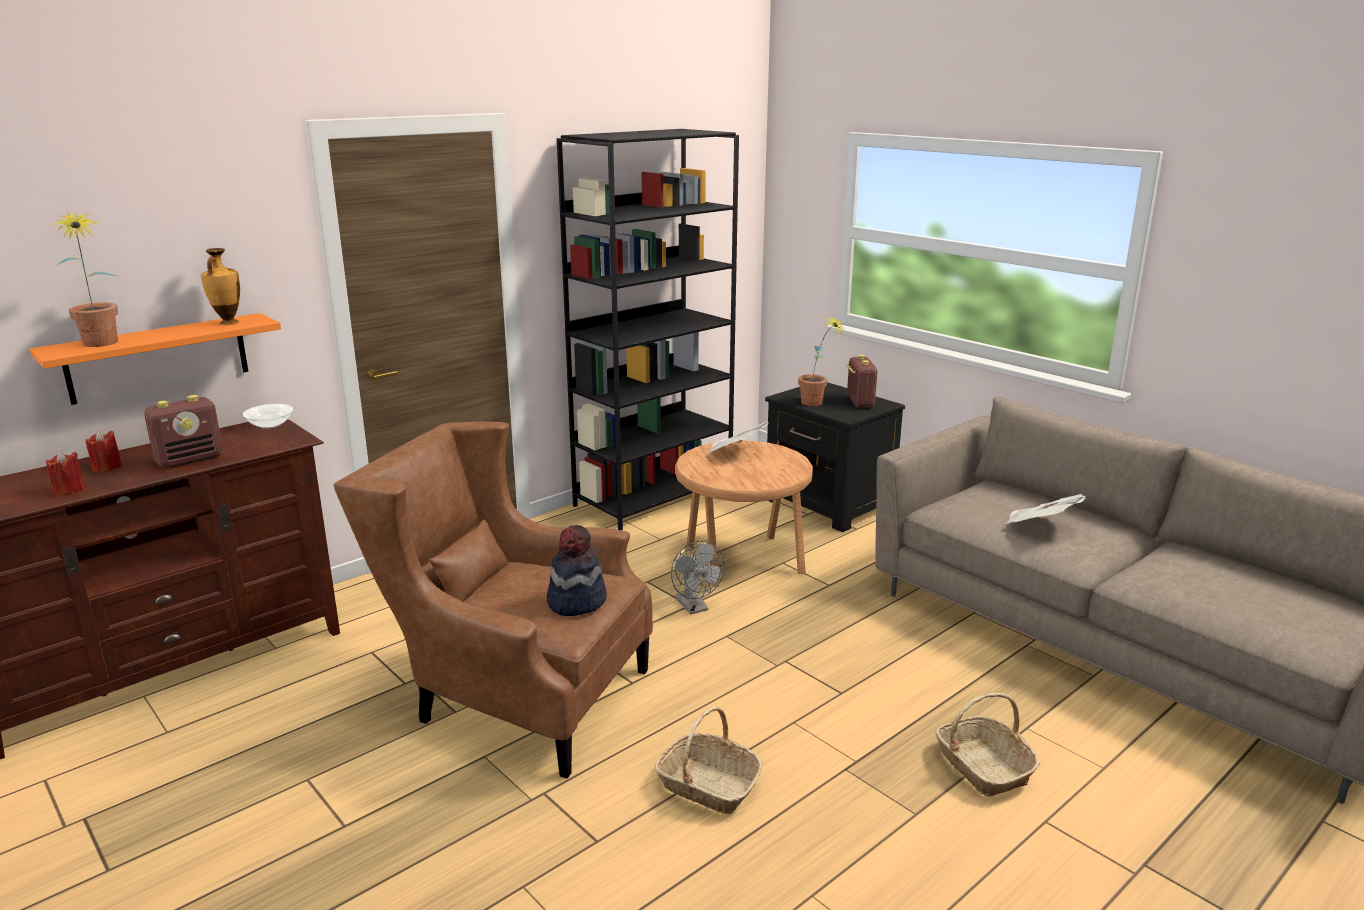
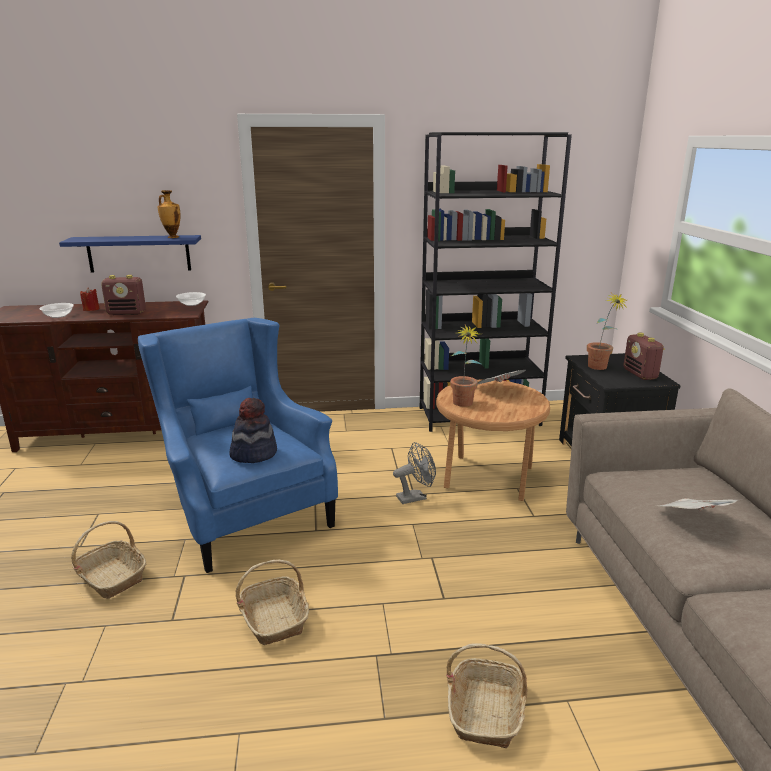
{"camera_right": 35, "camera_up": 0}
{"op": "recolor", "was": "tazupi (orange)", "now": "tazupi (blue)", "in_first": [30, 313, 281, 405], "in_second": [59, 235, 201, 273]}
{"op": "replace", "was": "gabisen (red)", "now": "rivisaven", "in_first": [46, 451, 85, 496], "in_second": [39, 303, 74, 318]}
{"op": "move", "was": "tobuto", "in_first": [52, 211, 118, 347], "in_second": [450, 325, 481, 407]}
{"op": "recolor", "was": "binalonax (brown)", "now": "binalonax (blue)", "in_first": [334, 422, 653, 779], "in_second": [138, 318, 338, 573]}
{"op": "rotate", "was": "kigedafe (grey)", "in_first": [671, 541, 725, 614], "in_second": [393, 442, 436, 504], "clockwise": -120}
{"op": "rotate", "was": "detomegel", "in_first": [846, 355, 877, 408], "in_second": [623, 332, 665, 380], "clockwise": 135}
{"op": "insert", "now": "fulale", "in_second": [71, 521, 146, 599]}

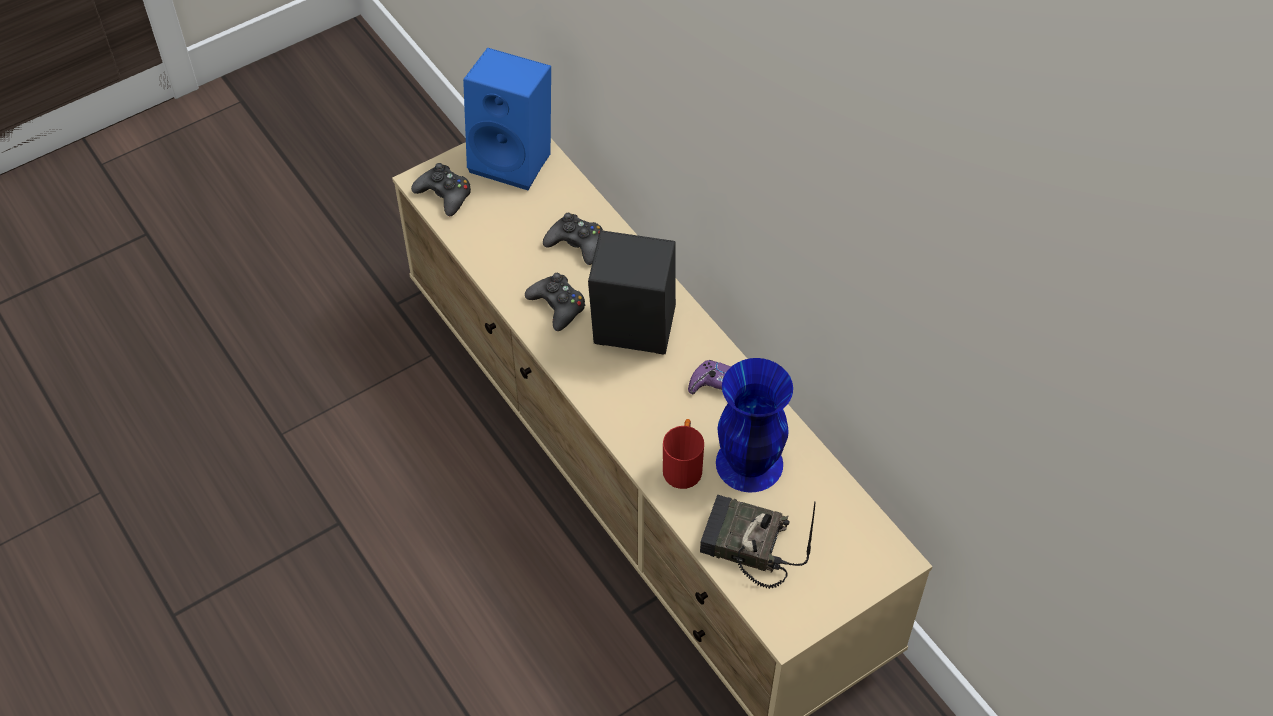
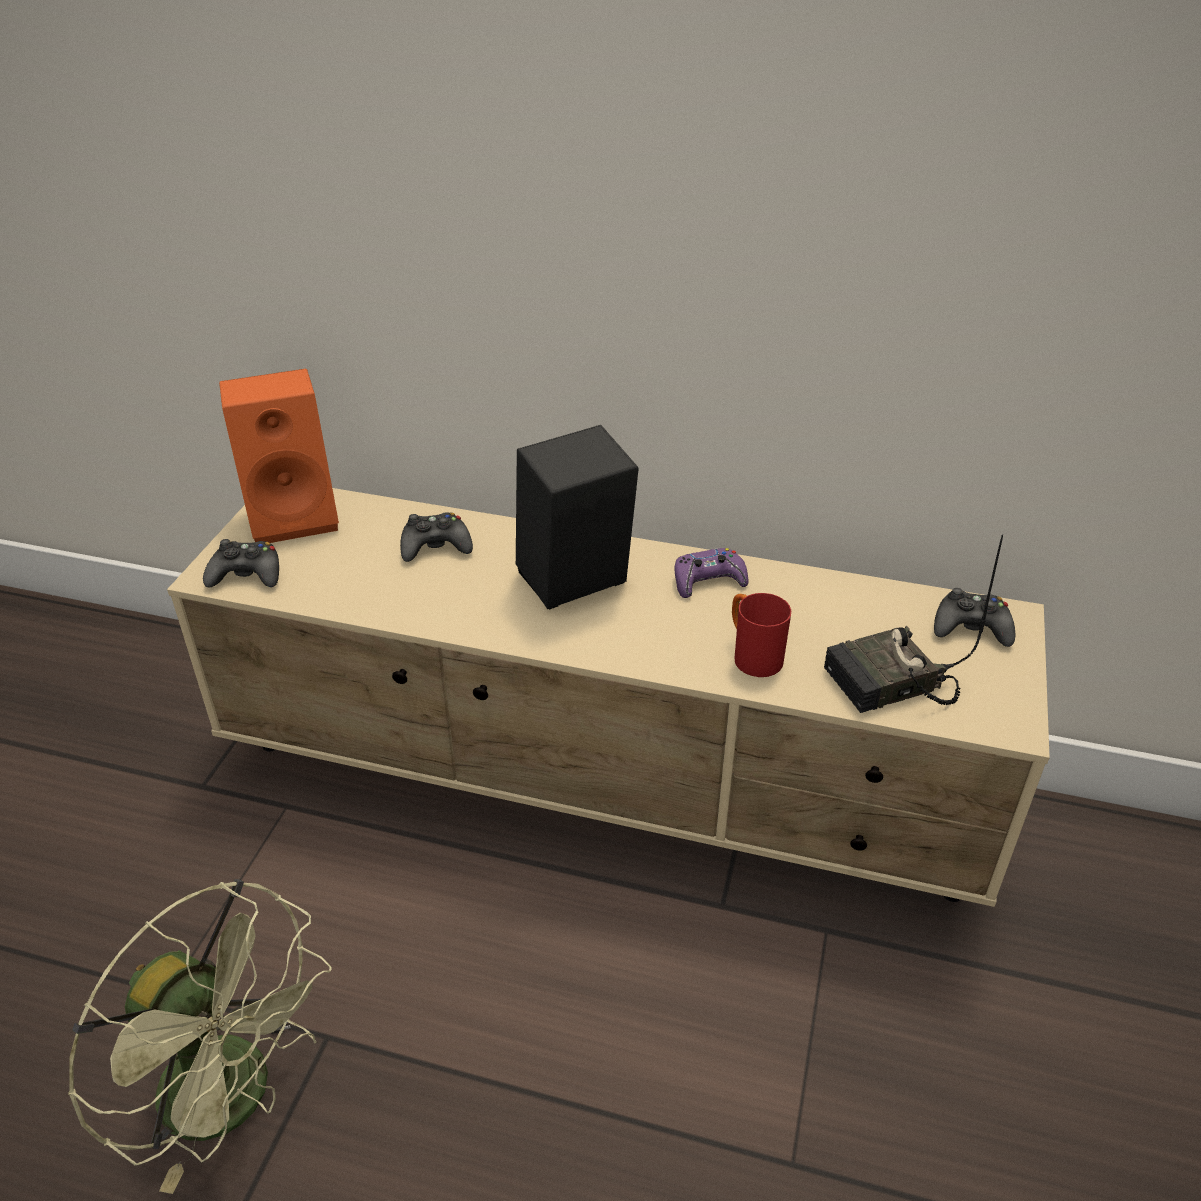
{"camera_right": -40, "camera_up": -15}
{"op": "recolor", "was": "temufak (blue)", "now": "temufak (orange)", "in_first": [463, 48, 551, 190], "in_second": [219, 369, 339, 543]}
{"op": "move", "was": "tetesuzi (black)", "in_first": [525, 273, 586, 331], "in_second": [934, 588, 1015, 647]}
{"op": "delete", "was": "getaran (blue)", "in_first": [716, 358, 793, 492]}
{"op": "insert", "now": "kigedafe (green)", "in_second": [68, 879, 332, 1194]}

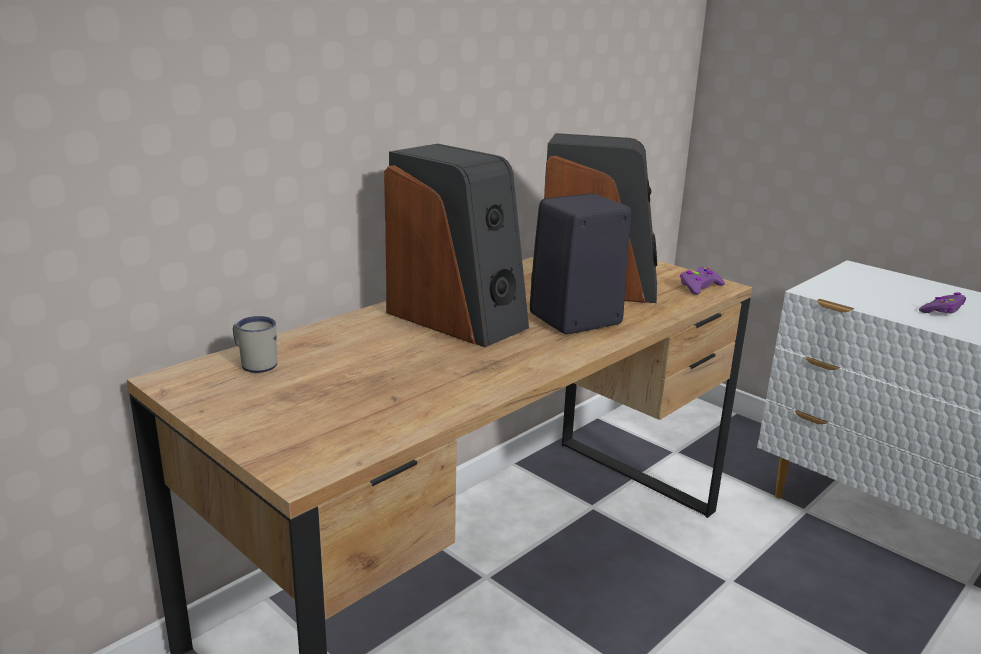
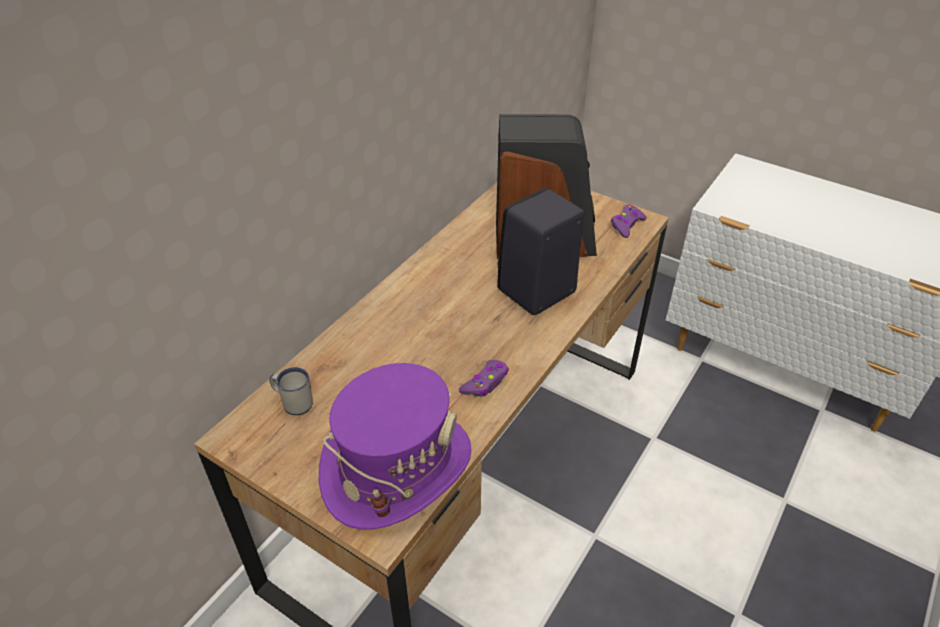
{"camera_right": -10, "camera_up": 20}
{"op": "delete", "was": "temufak", "in_first": [384, 144, 529, 348]}
{"op": "move", "was": "tetesuzi (purple)", "in_first": [919, 292, 966, 314], "in_second": [459, 360, 509, 397]}
{"op": "insert", "now": "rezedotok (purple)", "in_second": [319, 363, 471, 530]}

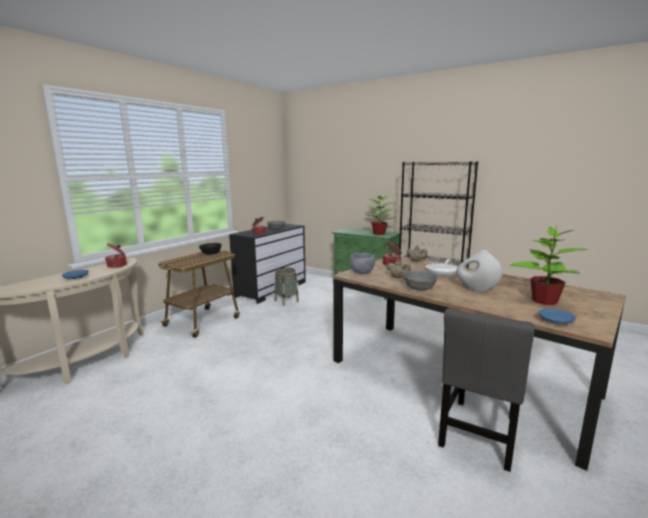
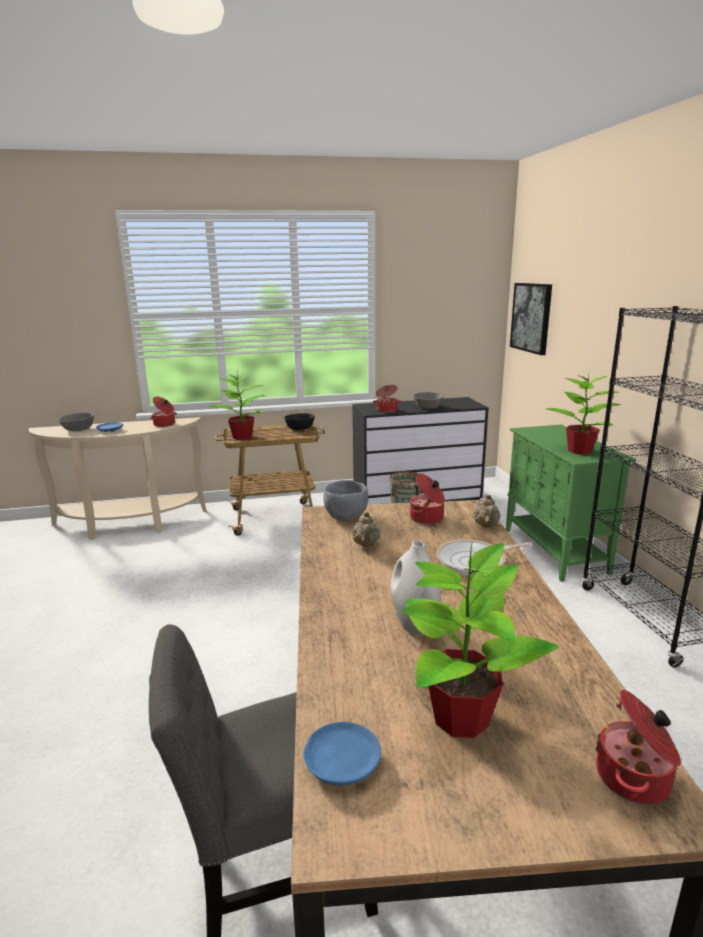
{"camera_right": 45, "camera_up": 5}
{"op": "move", "was": "rivisaven (grey)", "in_first": [404, 270, 438, 290], "in_second": [58, 413, 94, 431]}
{"op": "insert", "now": "tobuto", "in_second": [209, 369, 266, 440]}
{"op": "insert", "now": "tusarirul", "in_second": [510, 283, 552, 355]}
{"op": "insert", "now": "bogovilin", "in_second": [595, 690, 681, 805]}

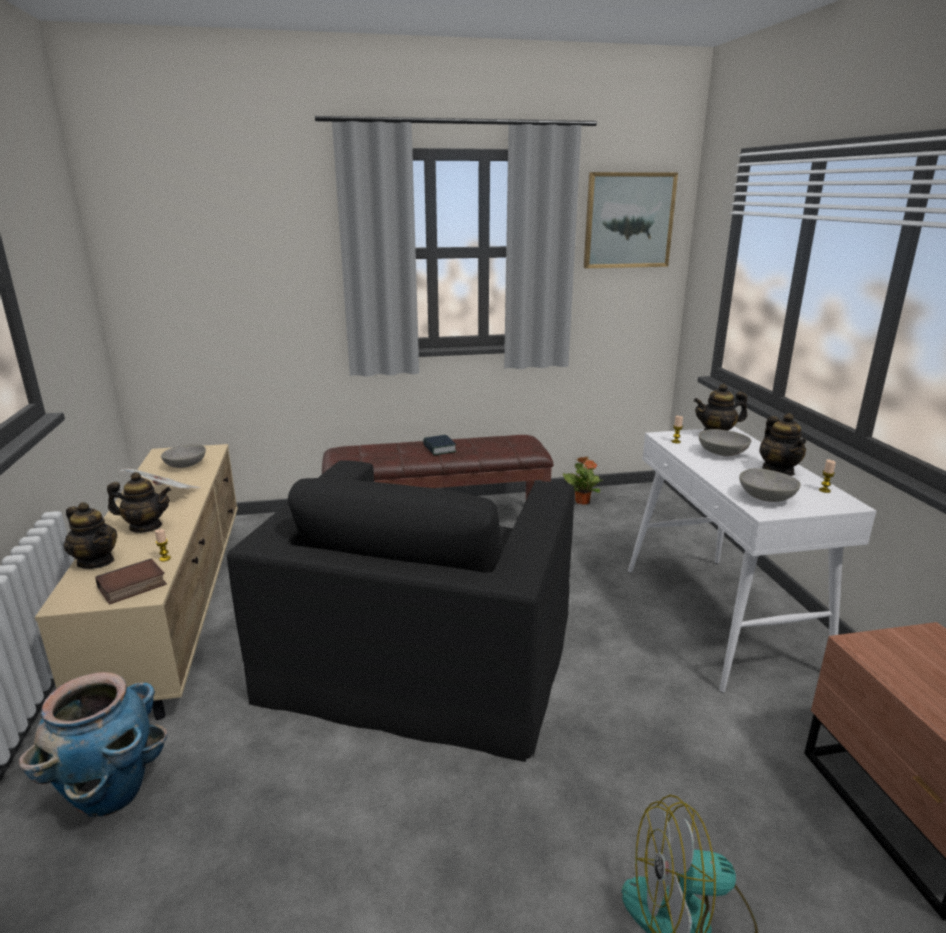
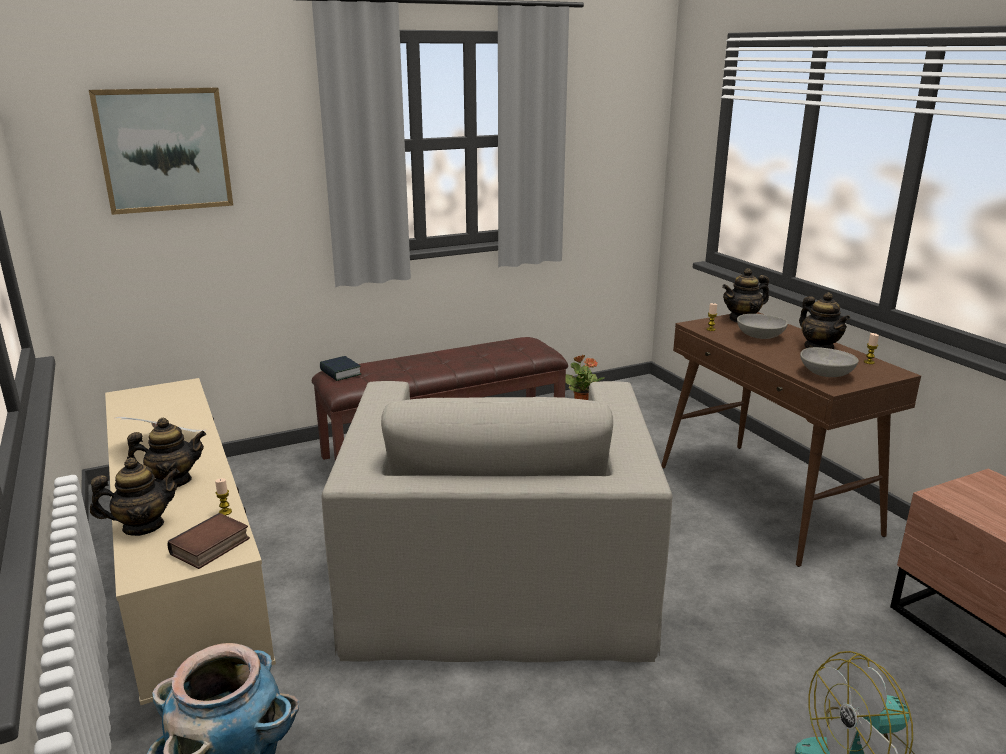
{"camera_right": -15, "camera_up": 0}
{"op": "rotate", "was": "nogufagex", "in_first": [64, 502, 118, 569], "in_second": [90, 457, 180, 536], "clockwise": -45}
{"op": "delete", "was": "rivisaven (grey)", "in_first": [161, 444, 206, 468]}
{"op": "recolor", "was": "binalonax (black)", "now": "binalonax (beige)", "in_first": [227, 460, 575, 762], "in_second": [322, 381, 672, 662]}
{"op": "move", "was": "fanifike", "in_first": [423, 435, 457, 455], "in_second": [320, 356, 361, 381]}
{"op": "move", "was": "tusarirul", "in_first": [584, 172, 678, 268], "in_second": [89, 87, 233, 215]}
{"op": "recolor", "was": "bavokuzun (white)", "now": "bavokuzun (brown)", "in_first": [628, 427, 876, 693], "in_second": [661, 312, 921, 567]}

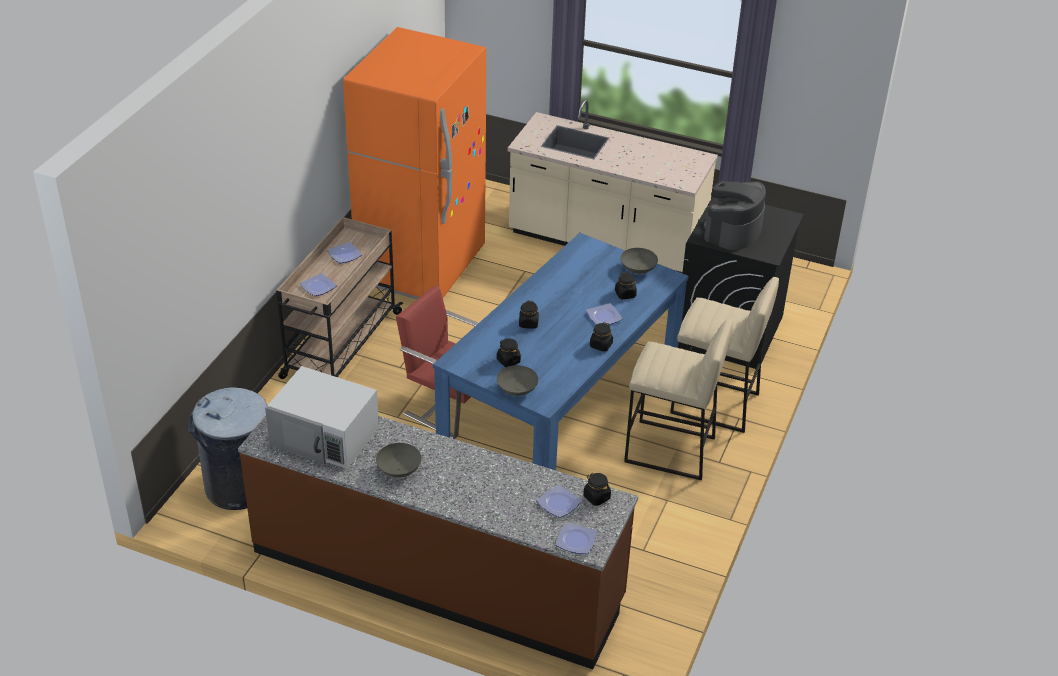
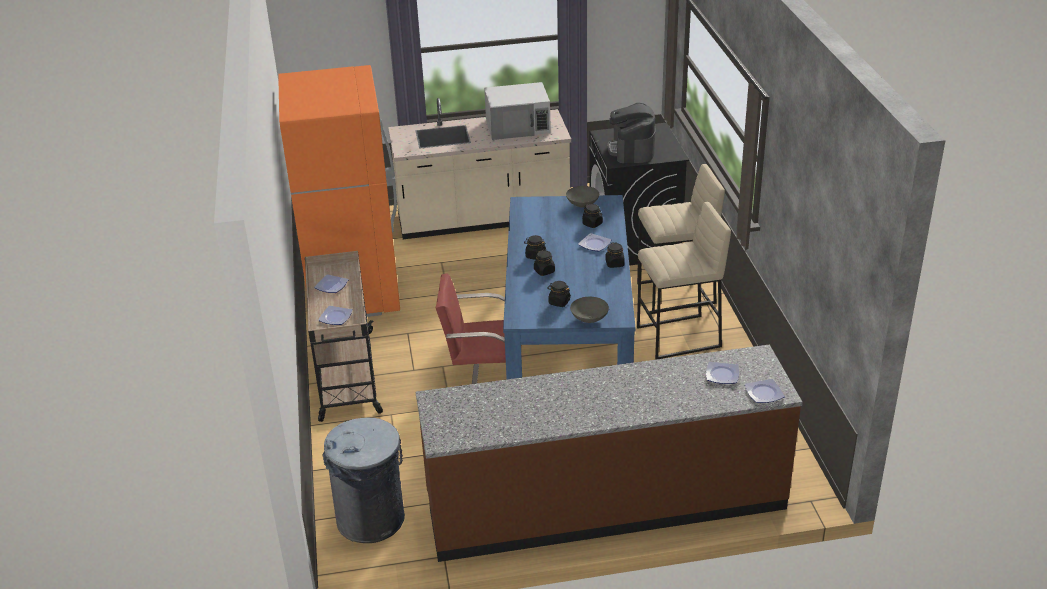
{"camera_right": -30, "camera_up": -5}
{"op": "move", "was": "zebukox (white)", "in_first": [265, 366, 379, 469], "in_second": [484, 82, 551, 140]}
{"op": "delete", "was": "rivisaven (grey)", "in_first": [376, 443, 421, 478]}
{"op": "move", "was": "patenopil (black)", "in_first": [583, 473, 611, 506], "in_second": [524, 235, 546, 260]}

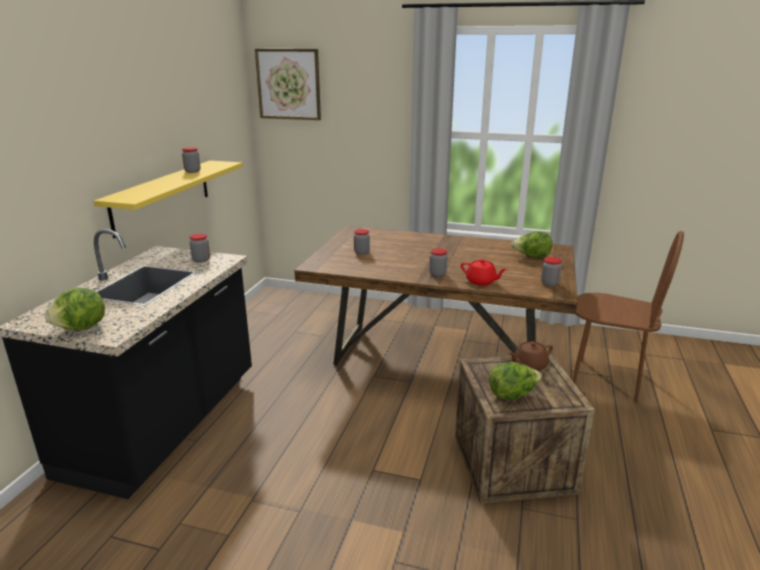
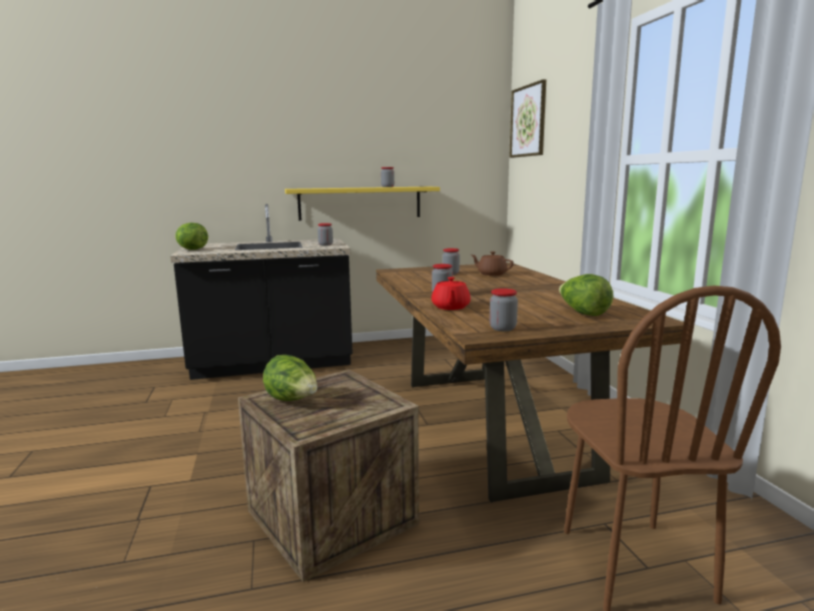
{"camera_right": 60, "camera_up": -10}
{"op": "move", "was": "nogufagex (brown)", "in_first": [508, 341, 553, 371], "in_second": [471, 251, 513, 276]}

